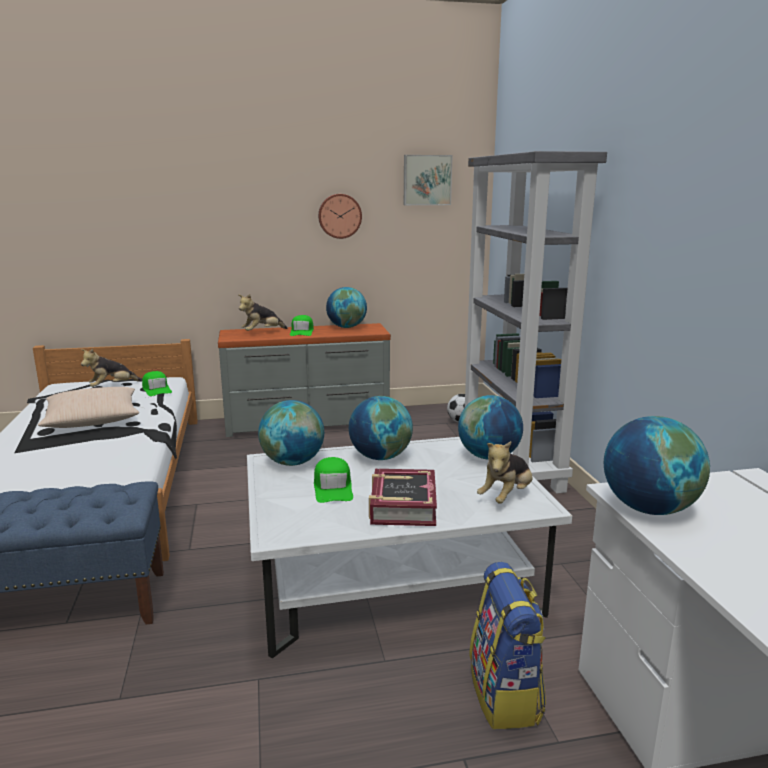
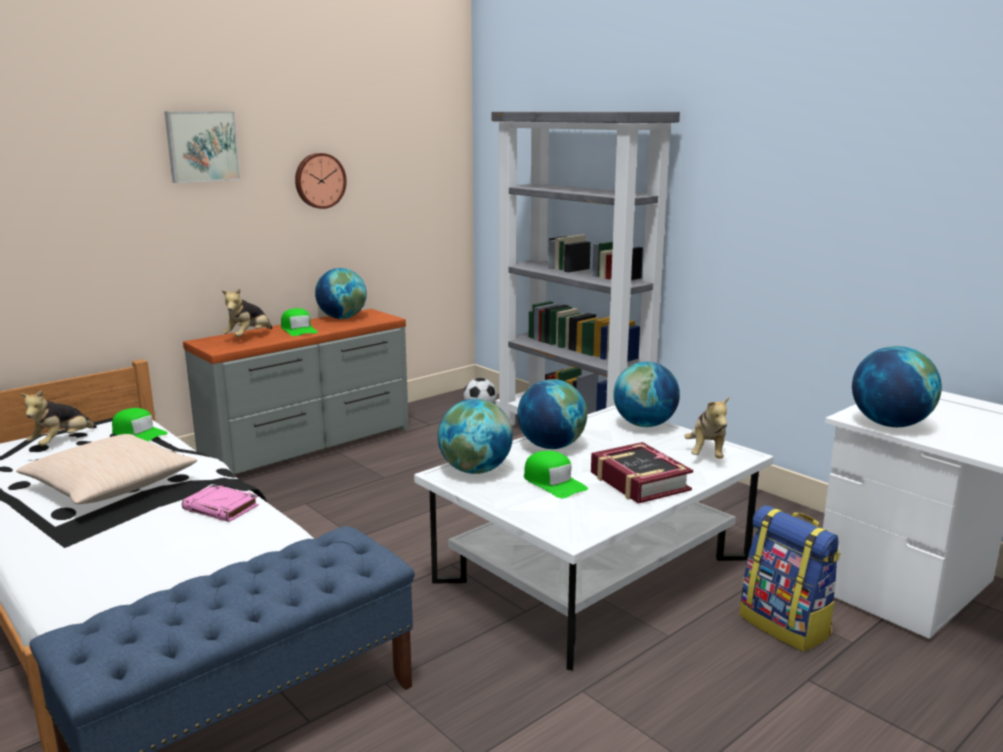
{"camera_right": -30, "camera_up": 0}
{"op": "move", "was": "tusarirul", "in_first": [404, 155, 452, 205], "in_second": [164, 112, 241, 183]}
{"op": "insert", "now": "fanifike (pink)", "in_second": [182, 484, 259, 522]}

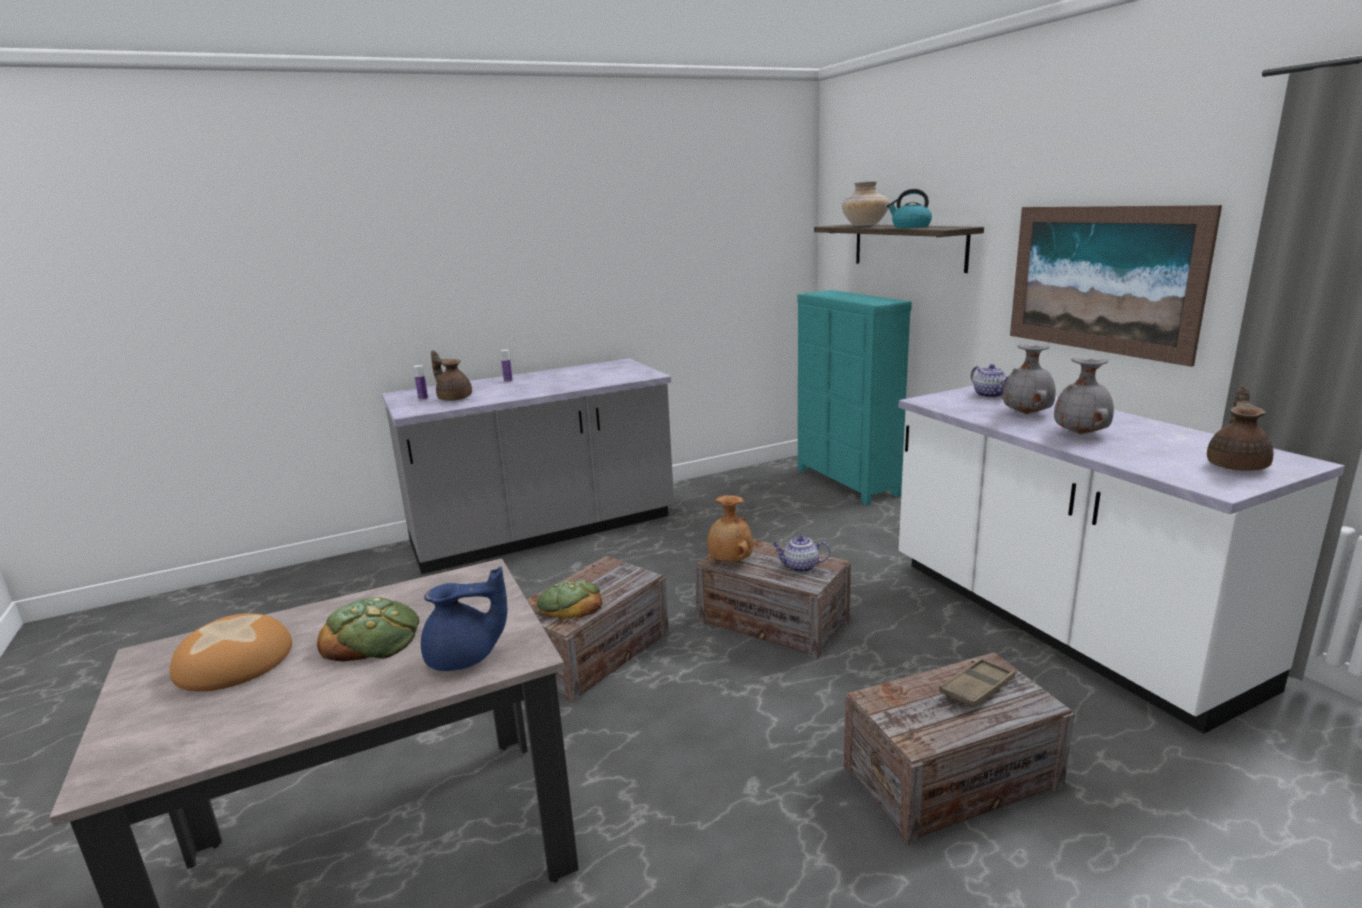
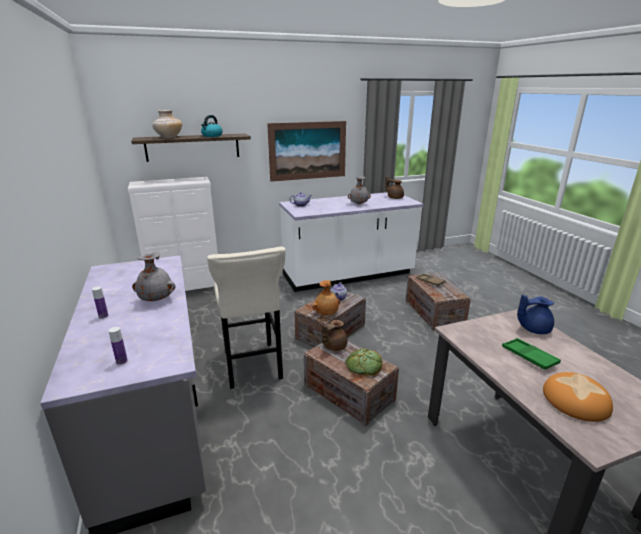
{"camera_right": -85, "camera_up": 5}
{"op": "replace", "was": "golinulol", "now": "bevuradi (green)", "in_first": [317, 597, 419, 662], "in_second": [502, 338, 561, 370]}
{"op": "rotate", "was": "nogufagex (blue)", "in_first": [421, 566, 507, 671], "in_second": [517, 295, 554, 334], "clockwise": -90}
{"op": "move", "was": "nogufagex (brown)", "in_first": [431, 351, 472, 401], "in_second": [322, 320, 347, 351]}
{"op": "recolor", "was": "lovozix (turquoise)", "now": "lovozix (white)", "in_first": [797, 290, 912, 505], "in_second": [128, 177, 218, 291]}
{"op": "move", "was": "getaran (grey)", "in_first": [1003, 344, 1056, 414], "in_second": [132, 252, 175, 301]}
{"op": "insert", "now": "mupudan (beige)", "in_second": [207, 247, 286, 389]}

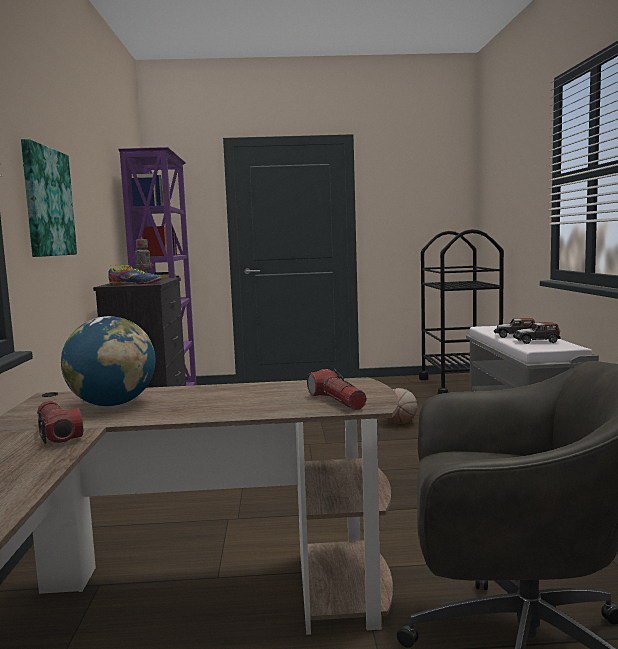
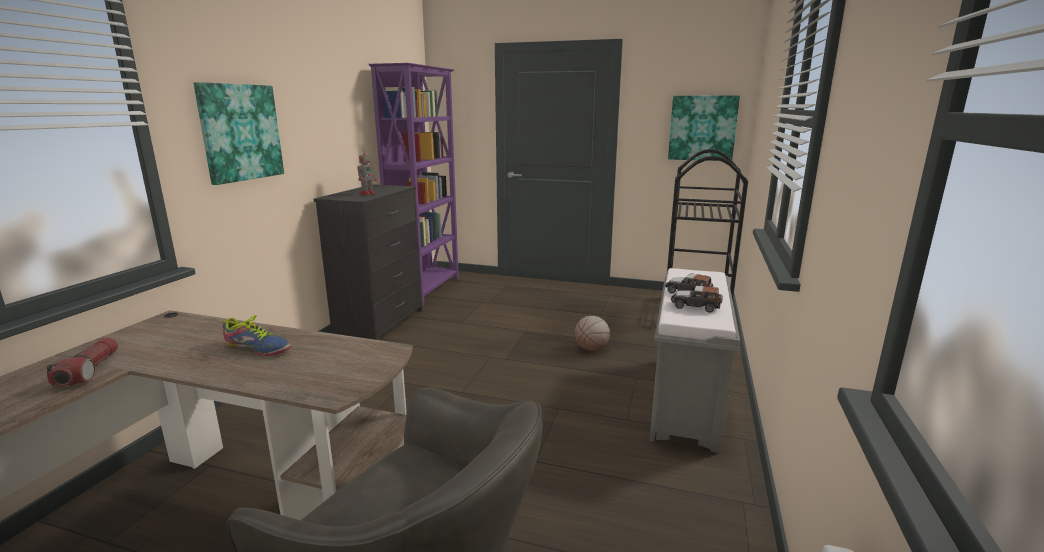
{"camera_right": 20, "camera_up": 10}
{"op": "delete", "was": "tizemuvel", "in_first": [61, 316, 156, 406]}
{"op": "move", "was": "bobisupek", "in_first": [108, 265, 162, 285], "in_second": [220, 315, 291, 356]}
{"op": "delete", "was": "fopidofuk", "in_first": [307, 369, 367, 410]}
{"op": "insert", "now": "tusarirul", "in_second": [668, 95, 740, 161]}

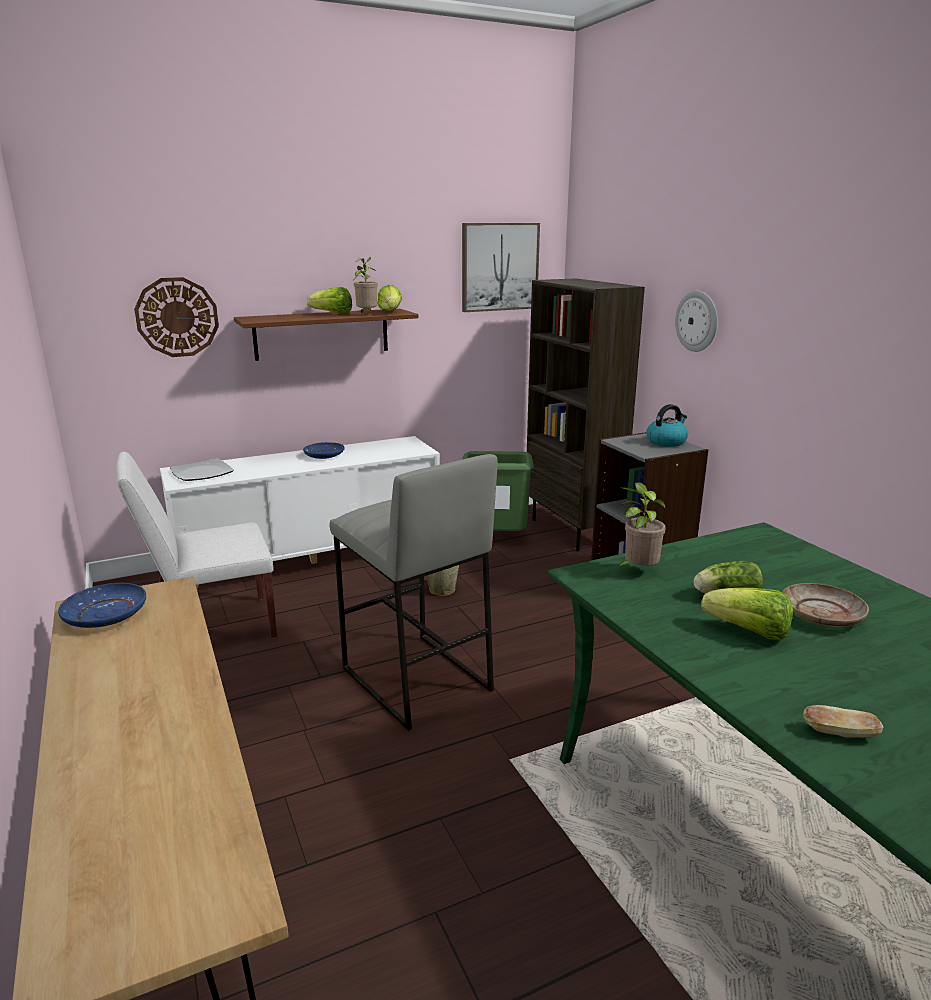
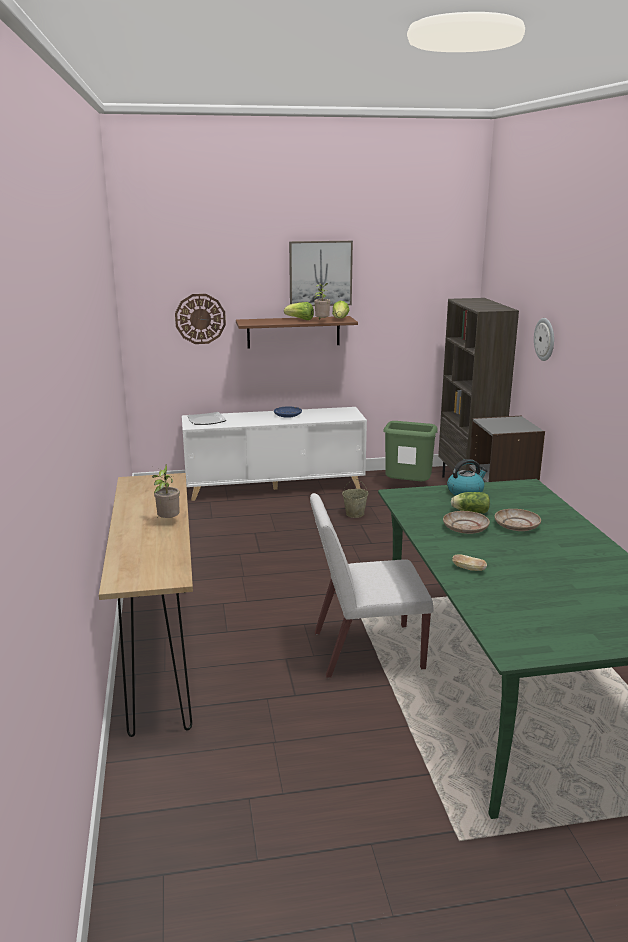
{"camera_right": 15, "camera_up": 0}
{"op": "delete", "was": "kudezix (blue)", "in_first": [58, 583, 146, 628]}
{"op": "move", "was": "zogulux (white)", "in_first": [116, 452, 277, 639], "in_second": [310, 493, 433, 678]}
{"op": "delete", "was": "mupudan (grey)", "in_first": [330, 454, 498, 731]}
{"op": "move", "was": "tusarirul", "in_first": [462, 223, 540, 312], "in_second": [289, 241, 353, 306]}
{"op": "move", "was": "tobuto", "in_first": [617, 482, 666, 567], "in_second": [152, 464, 180, 518]}
{"op": "move", "was": "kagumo", "in_first": [646, 404, 688, 447], "in_second": [447, 459, 488, 496]}
{"op": "replace", "was": "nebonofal", "now": "kudezix (beige)", "in_first": [701, 588, 793, 641], "in_second": [443, 511, 490, 534]}

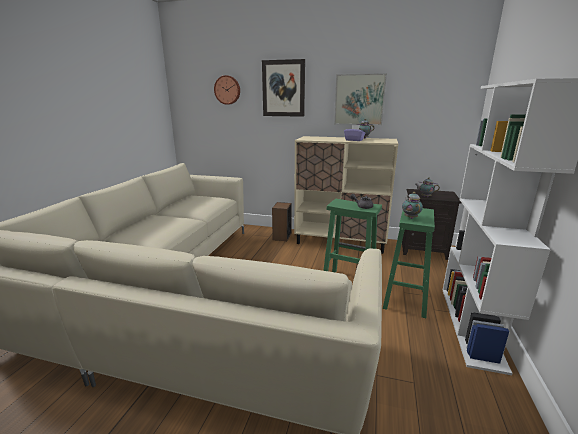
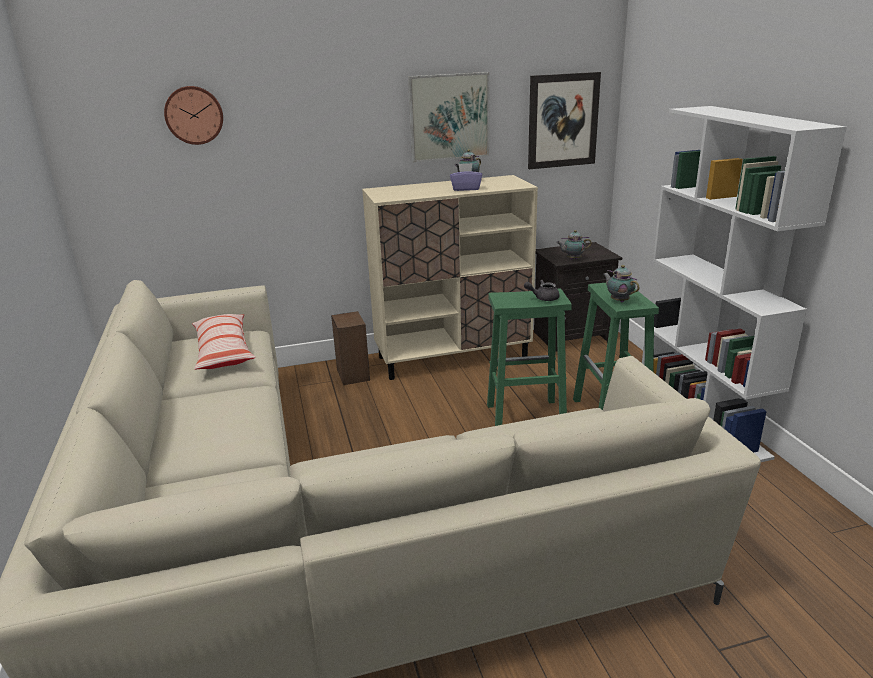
{"camera_right": -30, "camera_up": 5}
{"op": "move", "was": "tusarirul", "in_first": [262, 59, 305, 117], "in_second": [528, 72, 601, 169]}
{"op": "insert", "now": "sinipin", "in_second": [192, 314, 256, 369]}

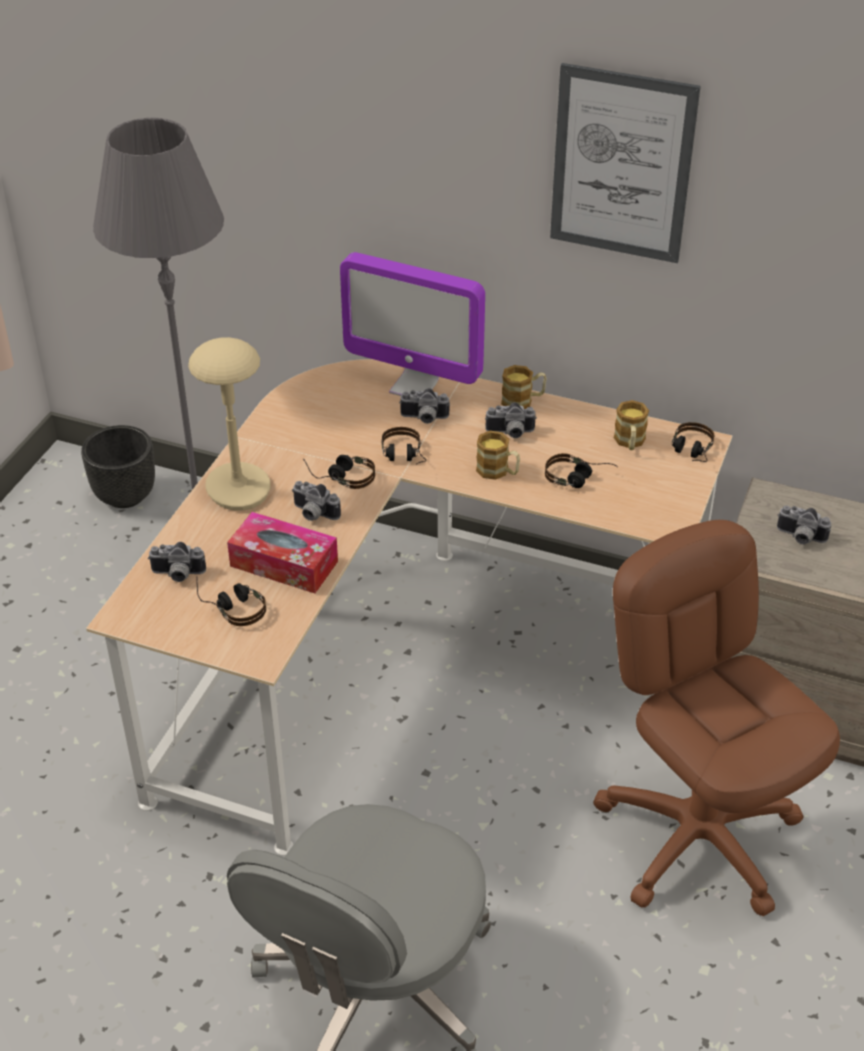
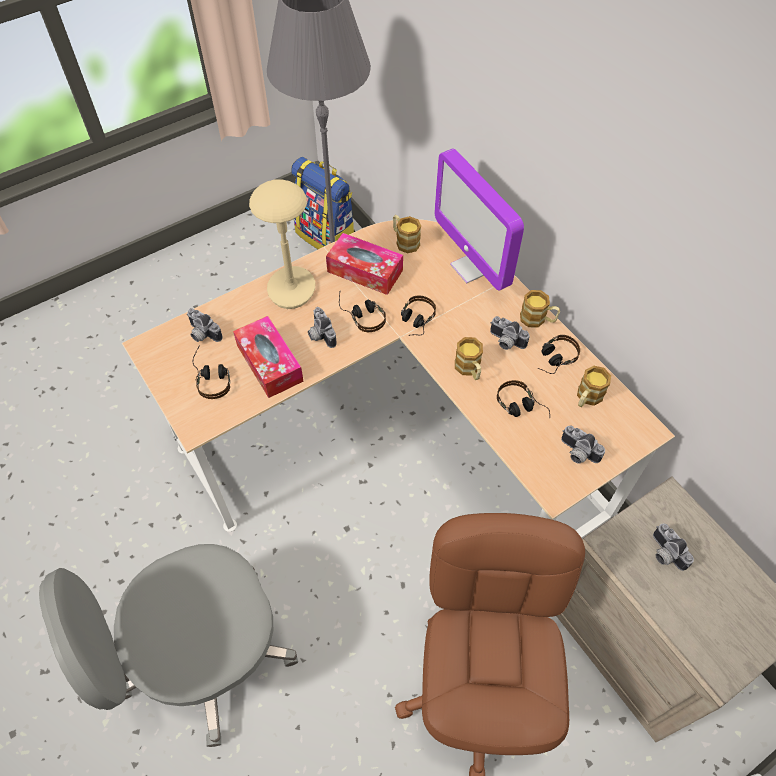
{"camera_right": 35, "camera_up": 15}
{"op": "replace", "was": "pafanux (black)", "now": "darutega", "in_first": [81, 425, 155, 508], "in_second": [291, 157, 355, 249]}
{"op": "move", "was": "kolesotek", "in_first": [399, 388, 450, 424], "in_second": [561, 425, 605, 464]}
{"op": "delete", "was": "tusarirul", "in_first": [550, 63, 701, 263]}
{"op": "move", "was": "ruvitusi", "in_first": [672, 422, 714, 462], "in_second": [538, 335, 580, 374]}
{"op": "insert", "now": "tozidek", "in_second": [326, 233, 403, 295]}
{"op": "insert", "now": "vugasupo", "in_second": [393, 215, 421, 253]}

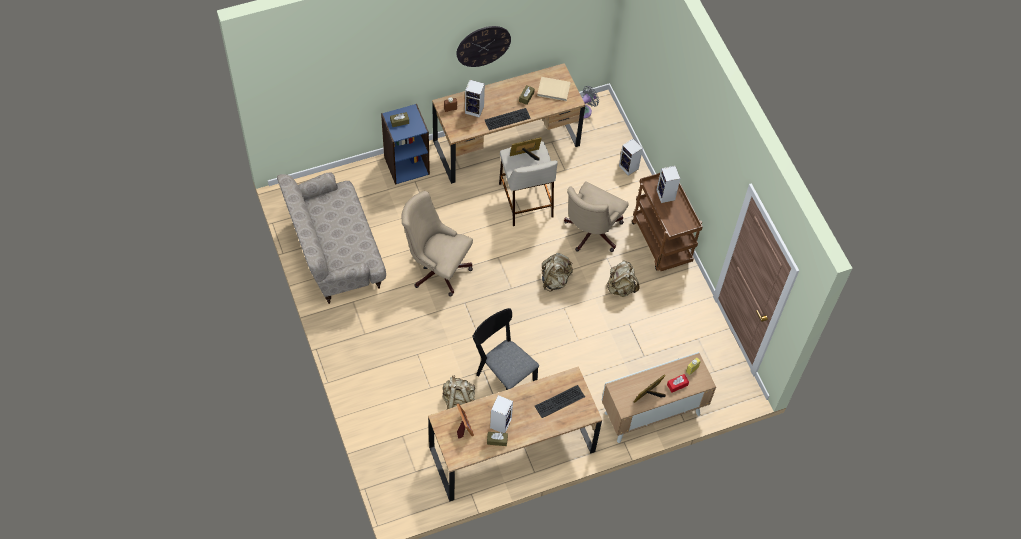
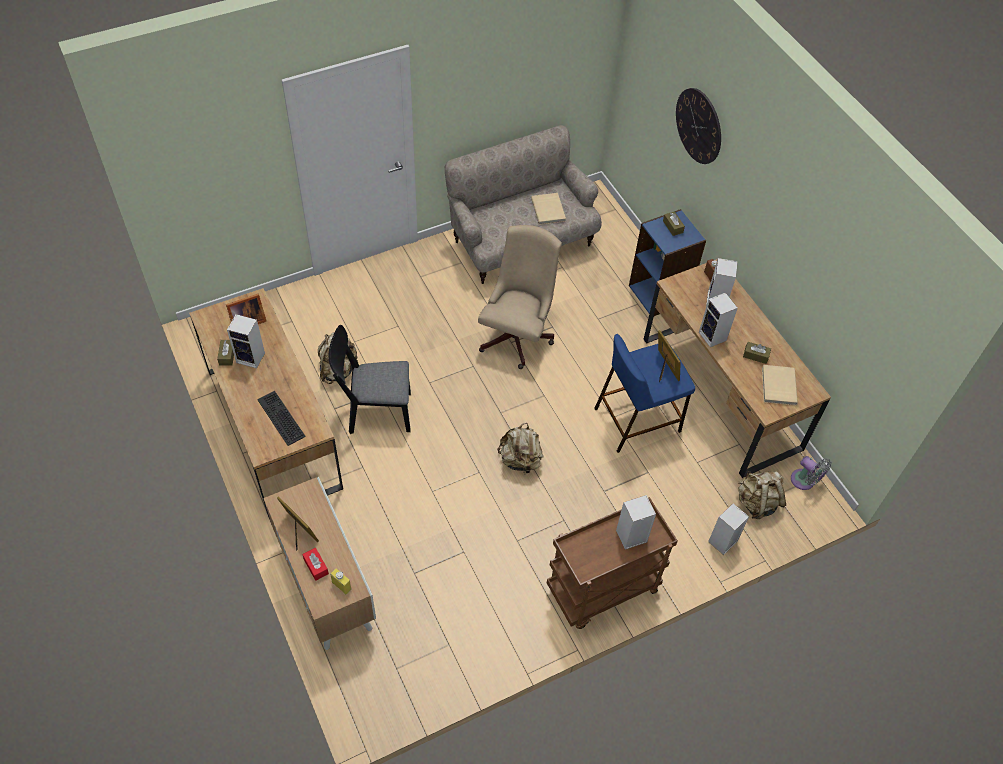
{"camera_right": 85, "camera_up": -5}
{"op": "move", "was": "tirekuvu", "in_first": [456, 26, 511, 67], "in_second": [676, 88, 721, 164]}
{"op": "rotate", "was": "zogulux (black)", "in_first": [472, 308, 539, 390], "in_second": [329, 325, 411, 434], "clockwise": -135}
{"op": "replace", "was": "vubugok", "now": "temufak", "in_first": [485, 108, 531, 130], "in_second": [699, 293, 738, 347]}
{"op": "recolor", "was": "mupudan (beige)", "now": "mupudan (blue)", "in_first": [499, 141, 558, 226], "in_second": [594, 334, 695, 453]}
{"op": "delete", "was": "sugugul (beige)", "in_first": [564, 181, 629, 252]}
{"op": "move", "was": "darutega (beige)", "in_first": [607, 260, 640, 297], "in_second": [738, 471, 786, 519]}
{"op": "insert", "now": "fanifike (beige)", "in_second": [531, 193, 566, 225]}

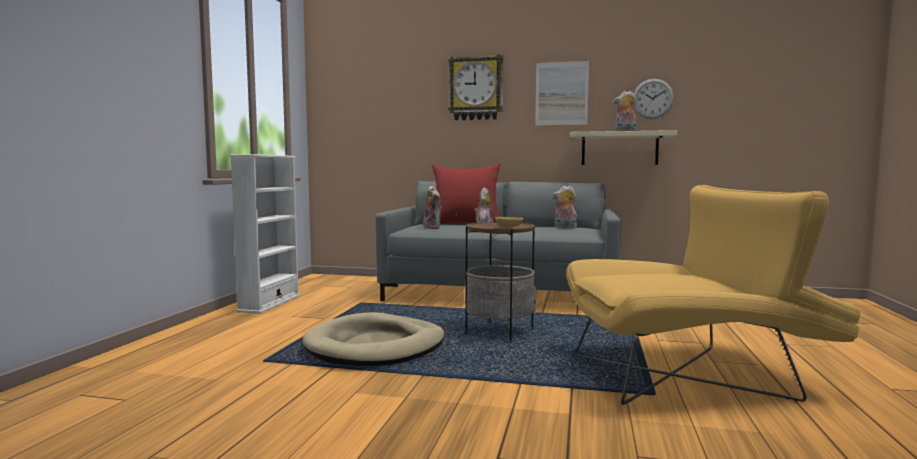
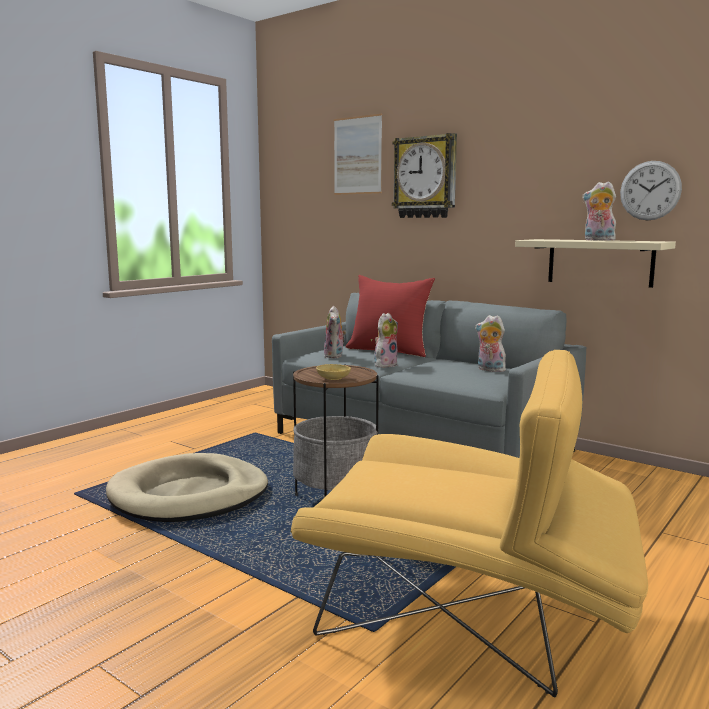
{"camera_right": 25, "camera_up": 5}
{"op": "delete", "was": "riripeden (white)", "in_first": [230, 154, 300, 314]}
{"op": "move", "was": "tusarirul", "in_first": [535, 59, 589, 127], "in_second": [334, 114, 382, 195]}

